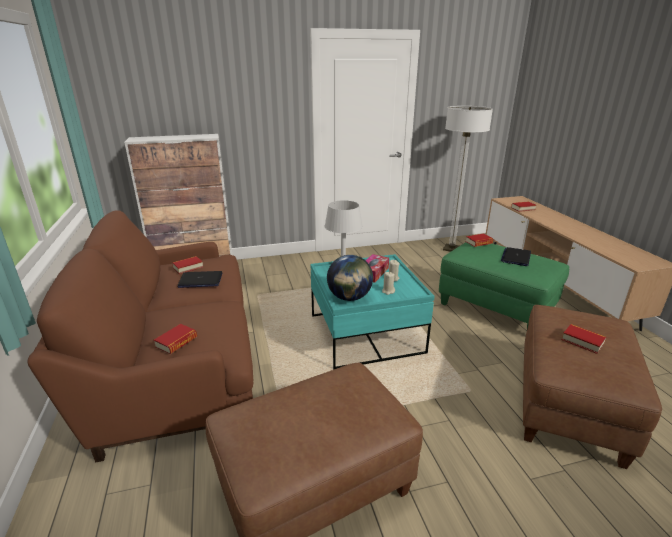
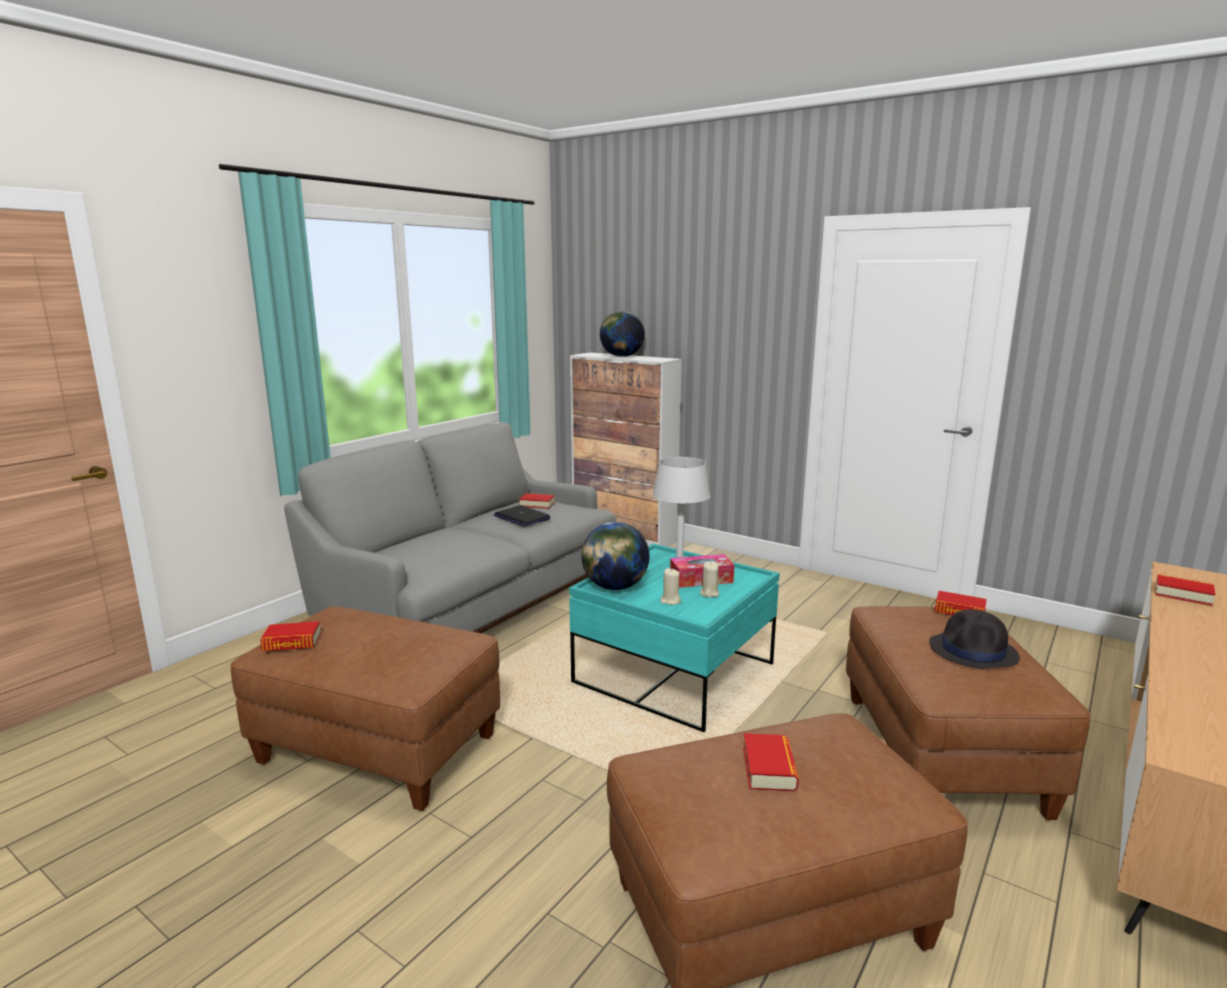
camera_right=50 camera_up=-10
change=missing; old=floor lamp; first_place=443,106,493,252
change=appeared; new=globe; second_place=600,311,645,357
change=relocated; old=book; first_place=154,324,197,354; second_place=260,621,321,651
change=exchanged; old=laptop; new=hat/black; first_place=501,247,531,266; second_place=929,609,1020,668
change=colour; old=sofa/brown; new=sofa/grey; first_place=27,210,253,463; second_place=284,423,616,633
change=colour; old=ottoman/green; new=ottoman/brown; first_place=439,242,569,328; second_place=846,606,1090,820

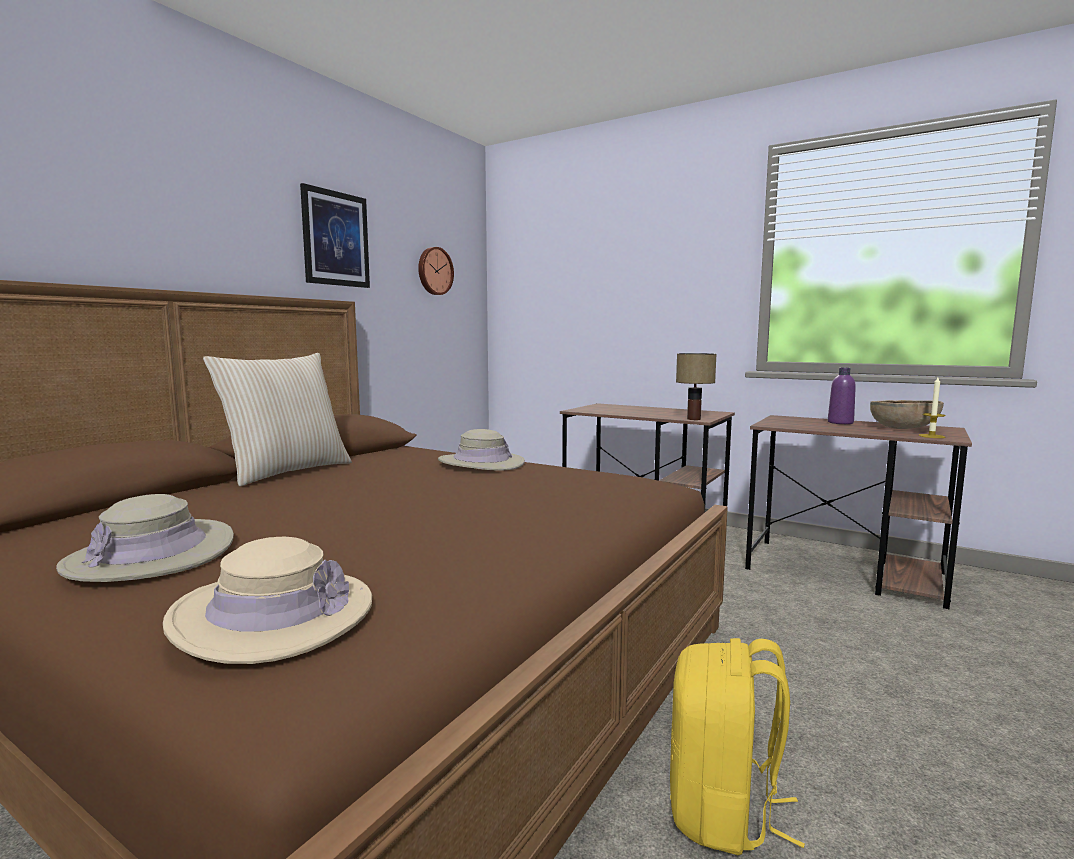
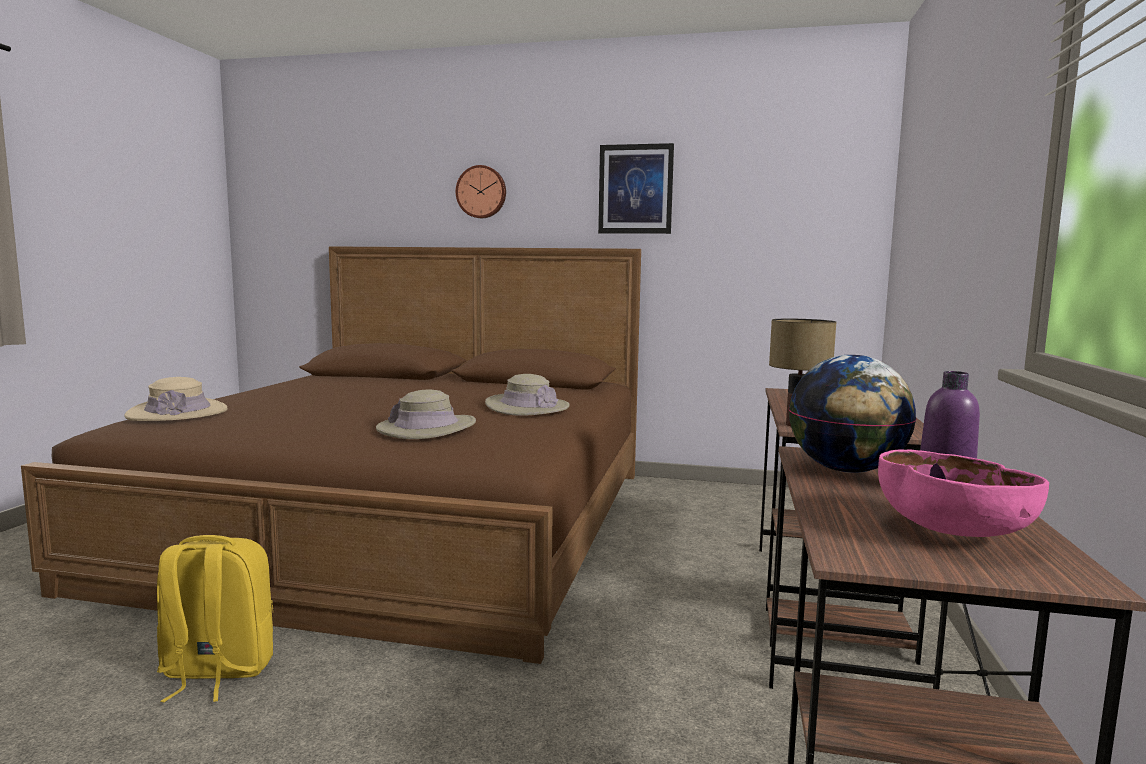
camera_right=70 camera_up=0
change=missing; old=pillow/beige; first_place=203,353,352,486
change=missing; old=candle; first_place=919,377,946,438
change=appeared; new=globe; second_place=789,355,916,473
change=relocated; old=hat/beige; first_place=56,494,234,582; second_place=376,390,476,439
change=relocated; old=wall clock; first_place=418,247,454,295; second_place=456,165,506,218
change=colour; old=bowl/brown; new=bowl/pink; first_place=870,400,944,429; second_place=878,450,1049,537

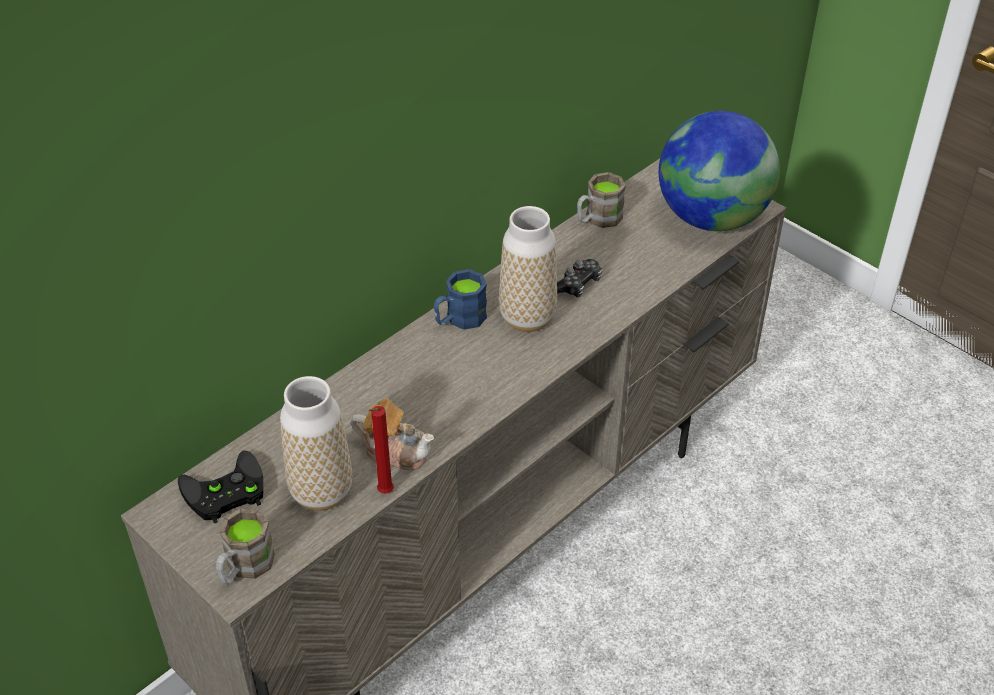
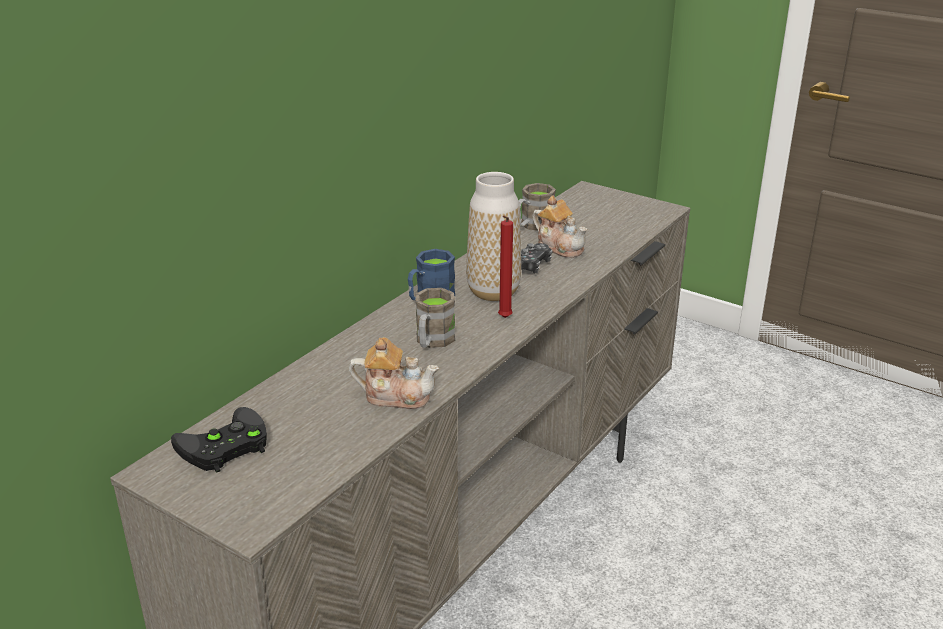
camera_right=-10 camera_up=-15
change=missing; old=vase; first_place=280,376,352,511
change=missing; old=globe; first_place=659,111,780,231
change=appeared; new=teapot; second_place=532,196,587,258
change=relocated; old=mug/brown; first_place=216,509,275,584; second_place=415,288,455,348
change=relocated; old=candle/red; first_place=369,406,394,494; second_place=498,216,513,318

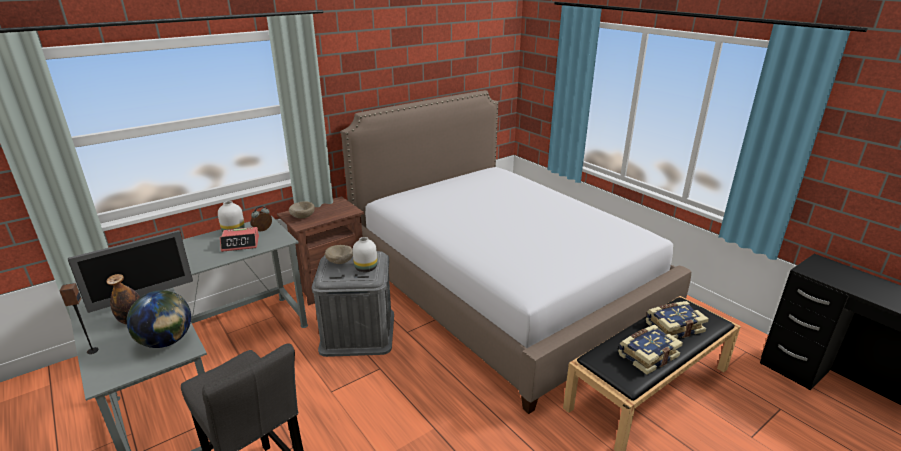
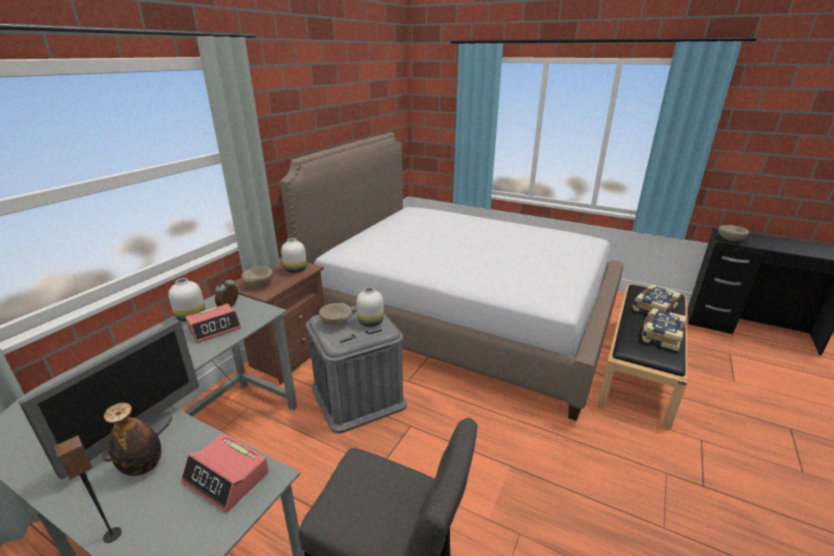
camera_right=-25 camera_up=0
change=appeared; new=vase/white; second_place=281,238,307,273
change=appeared; new=bowl/beige; second_place=718,225,749,241
change=exchanged; old=globe; new=alarm clock; first_place=127,290,191,348; second_place=181,433,269,512

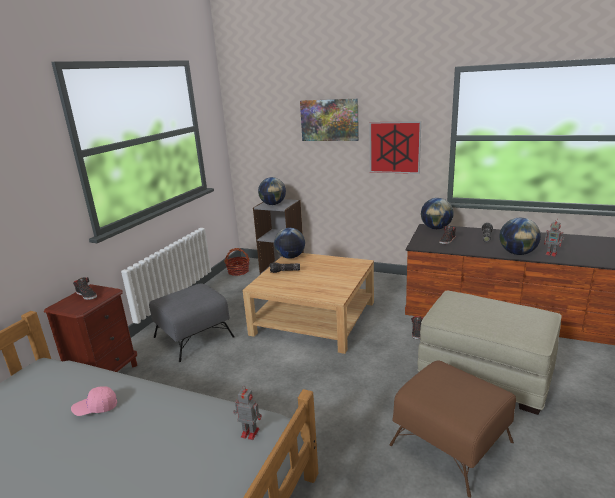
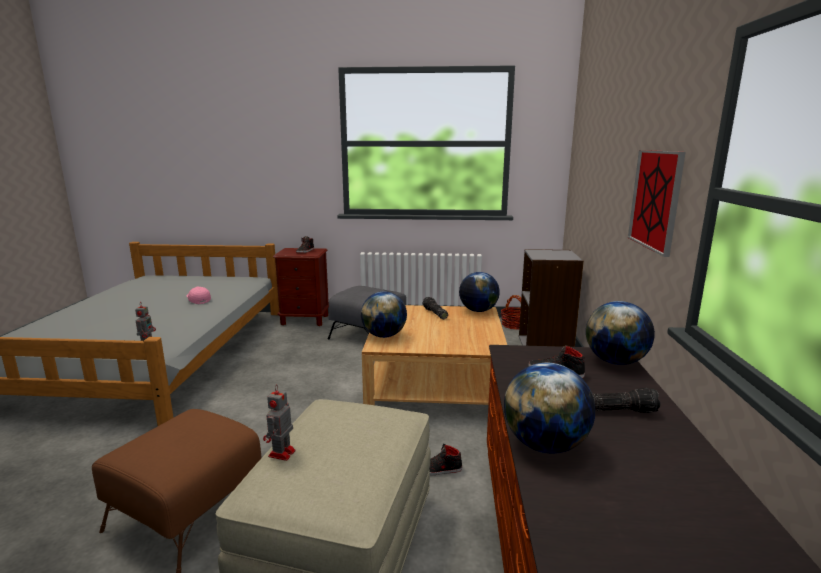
camera_right=70 camera_up=-5
change=missing; old=picture; first_place=300,99,359,141
change=relocated; old=globe; first_place=258,177,286,205; second_place=361,291,407,338
change=relocated; old=toy robot; first_place=544,218,564,256; second_place=263,385,296,461

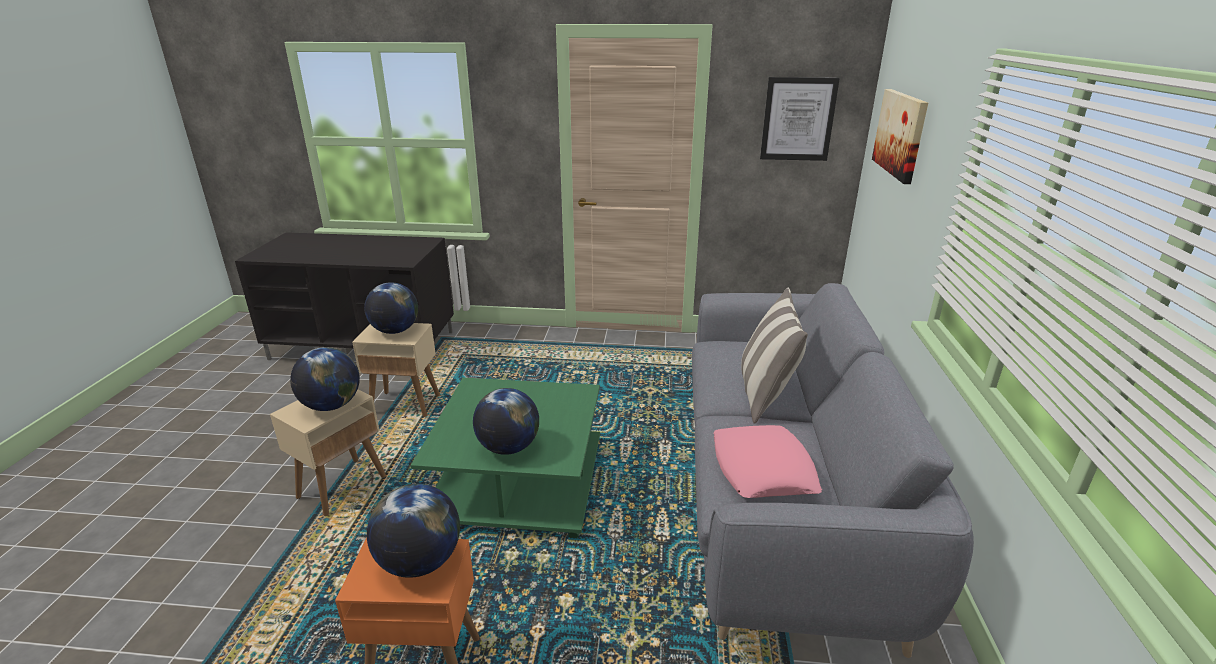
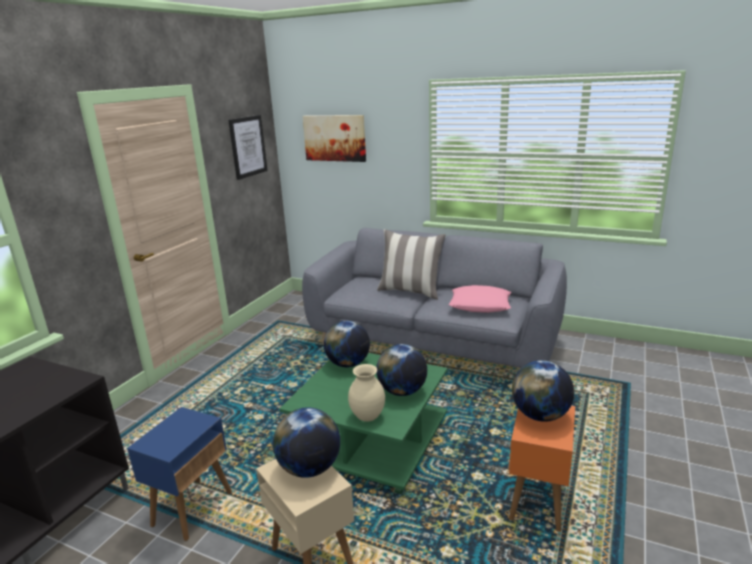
camera_right=-70 camera_up=-5
change=appeared; new=vase/beige; second_place=348,364,385,422
change=relocated; old=globe; first_place=364,282,418,334; second_place=324,321,370,367
change=colour; old=side table/beige; new=side table/blue; first_place=352,323,440,417; second_place=127,407,232,541

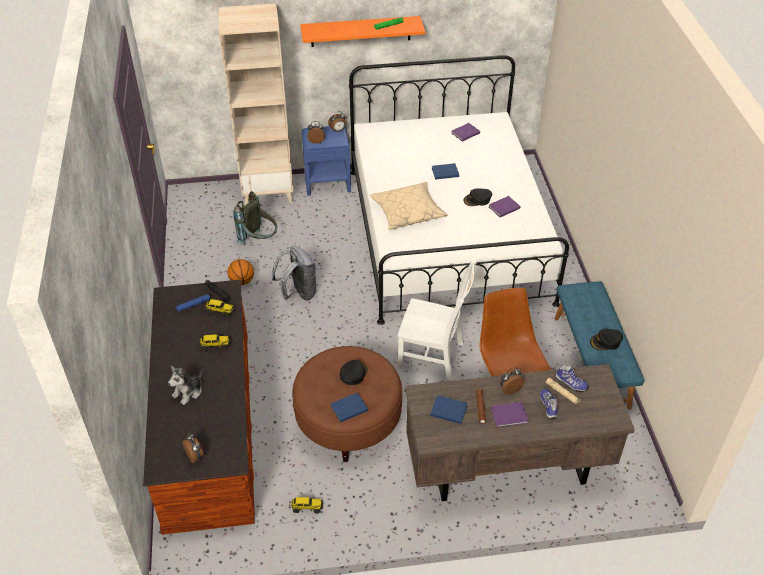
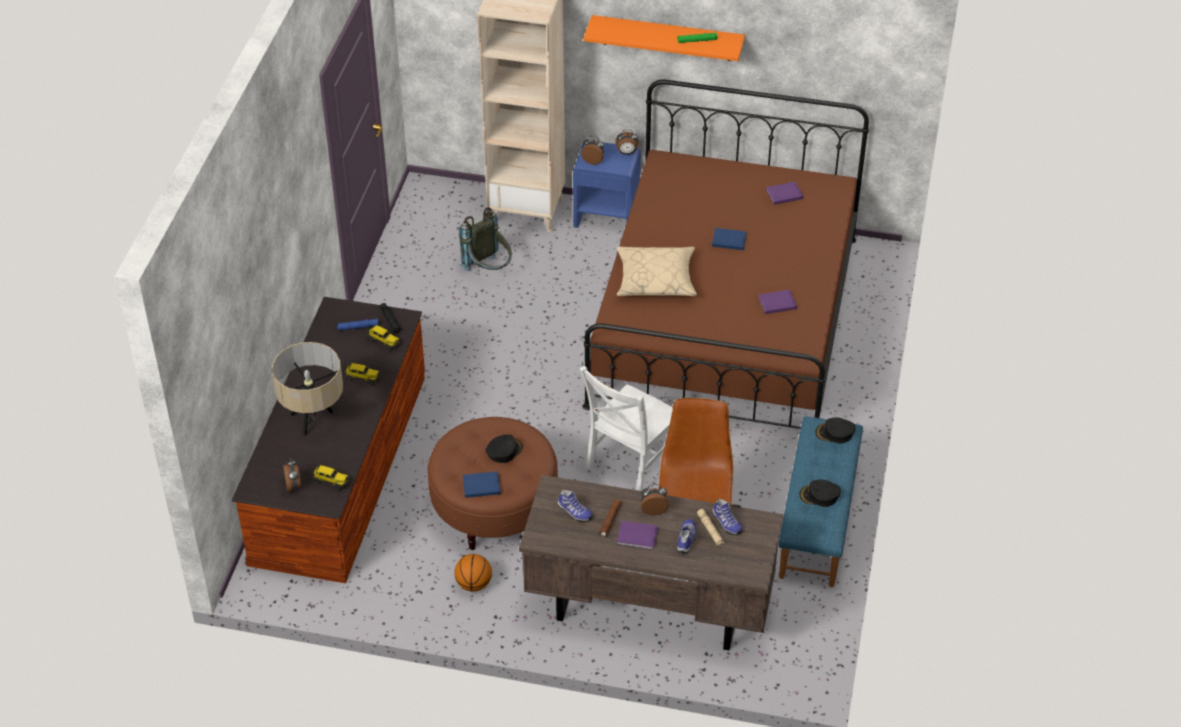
camera_right=20 camera_up=0
change=missing; old=backpack/grey; first_place=272,245,317,301
change=relocated; old=basketball; first_place=228,259,254,285; second_place=454,554,492,592
change=relocated; old=toy truck; first_place=289,497,323,513; second_place=311,465,350,490
change=relocated; old=cap/black; first_place=464,188,492,206; second_place=815,417,856,443
change=exchanged; old=plush toy; new=table lamp/beige; first_place=168,366,202,405; second_place=272,342,343,436
change=exchanged; old=book/blue; new=shoe; first_place=430,395,468,424; second_place=557,490,593,522
change=colour; old=bed/white; new=bed/brown; first_place=349,55,569,325; second_place=582,80,869,429
change=spun; old=chair/white; first_place=397,260,477,381; second_place=580,366,673,491; degrees=90

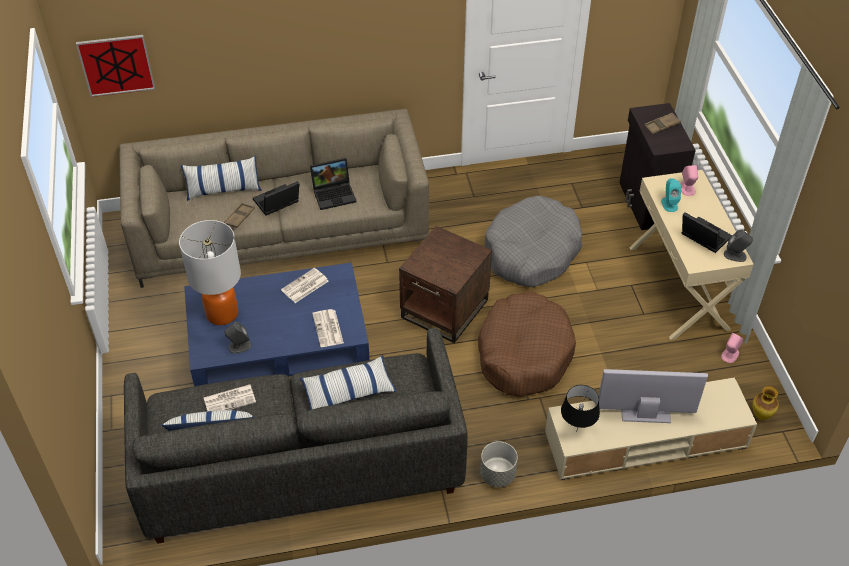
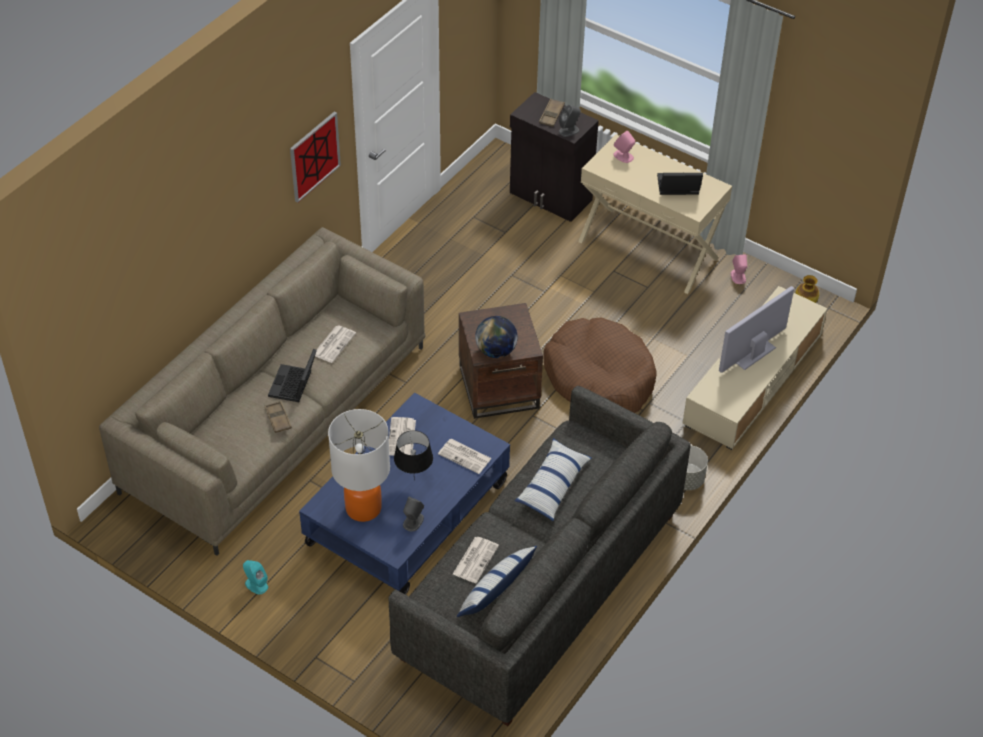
camera_right=-45 camera_up=0
change=missing; old=pillow; first_place=181,156,261,201
change=missing; old=dog bed/grey; first_place=485,196,582,287
change=appeared; new=globe; second_place=475,316,518,358
change=relocated; old=picture; first_place=76,35,155,97; second_place=290,112,341,203
change=relocated; old=table lamp/black; first_place=561,385,600,429; second_place=394,430,433,480
change=relocated; old=speaker/turquoise; first_place=661,178,681,212; second_place=243,560,268,594
change=relocated; old=speaker/grey; first_place=724,230,753,262; second_place=559,105,581,137
change=exchanged; old=laptop; new=newspaper; first_place=310,158,356,210; second_place=315,325,356,363

